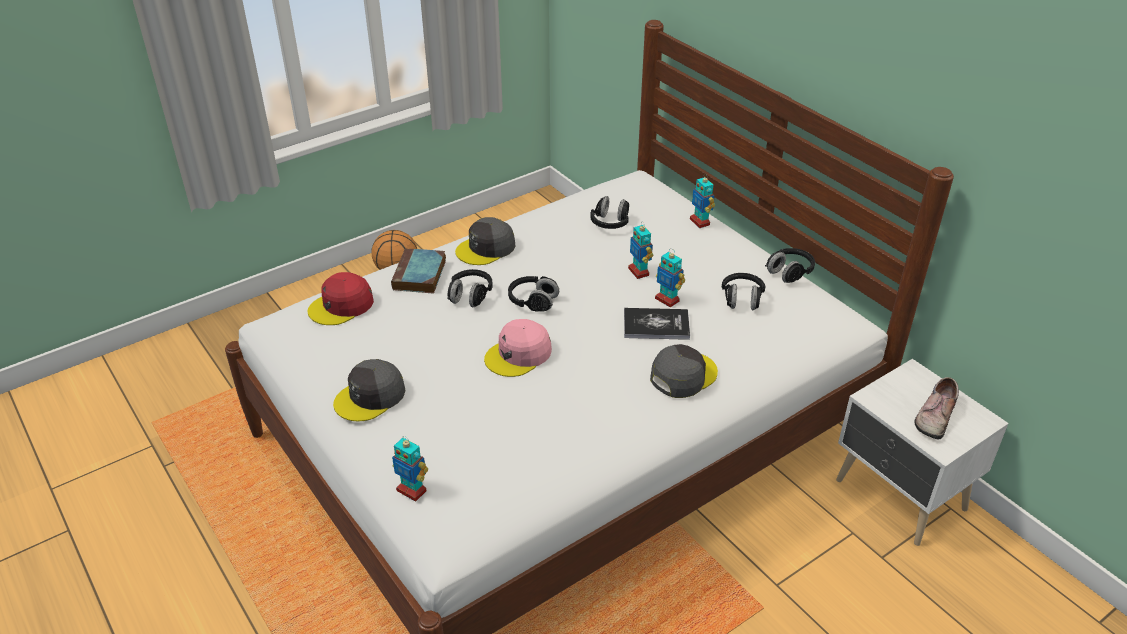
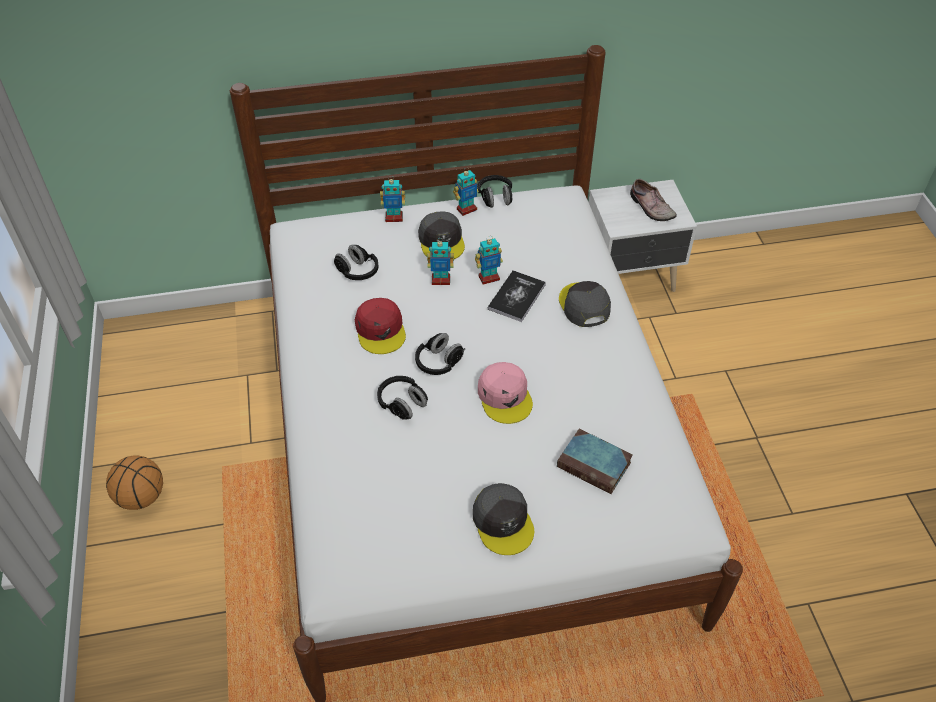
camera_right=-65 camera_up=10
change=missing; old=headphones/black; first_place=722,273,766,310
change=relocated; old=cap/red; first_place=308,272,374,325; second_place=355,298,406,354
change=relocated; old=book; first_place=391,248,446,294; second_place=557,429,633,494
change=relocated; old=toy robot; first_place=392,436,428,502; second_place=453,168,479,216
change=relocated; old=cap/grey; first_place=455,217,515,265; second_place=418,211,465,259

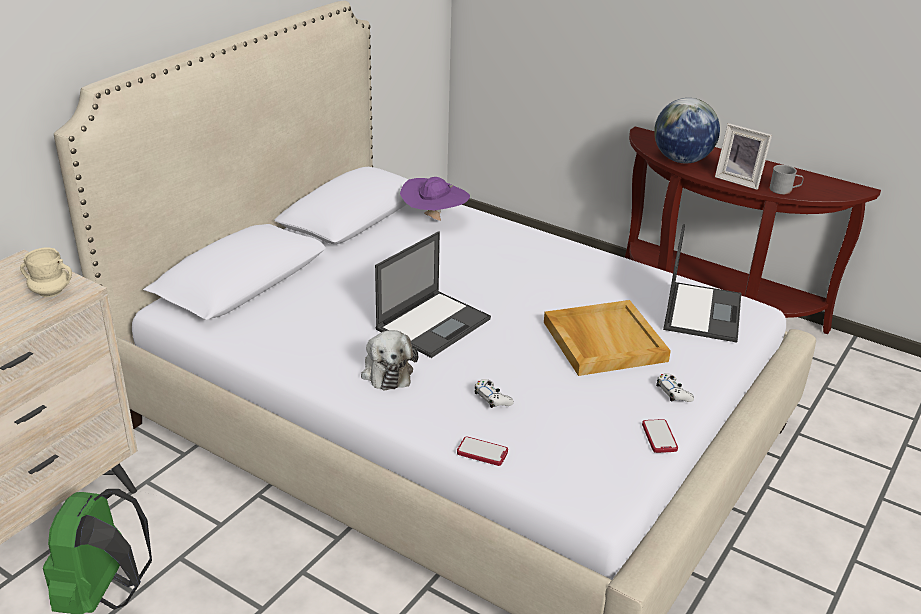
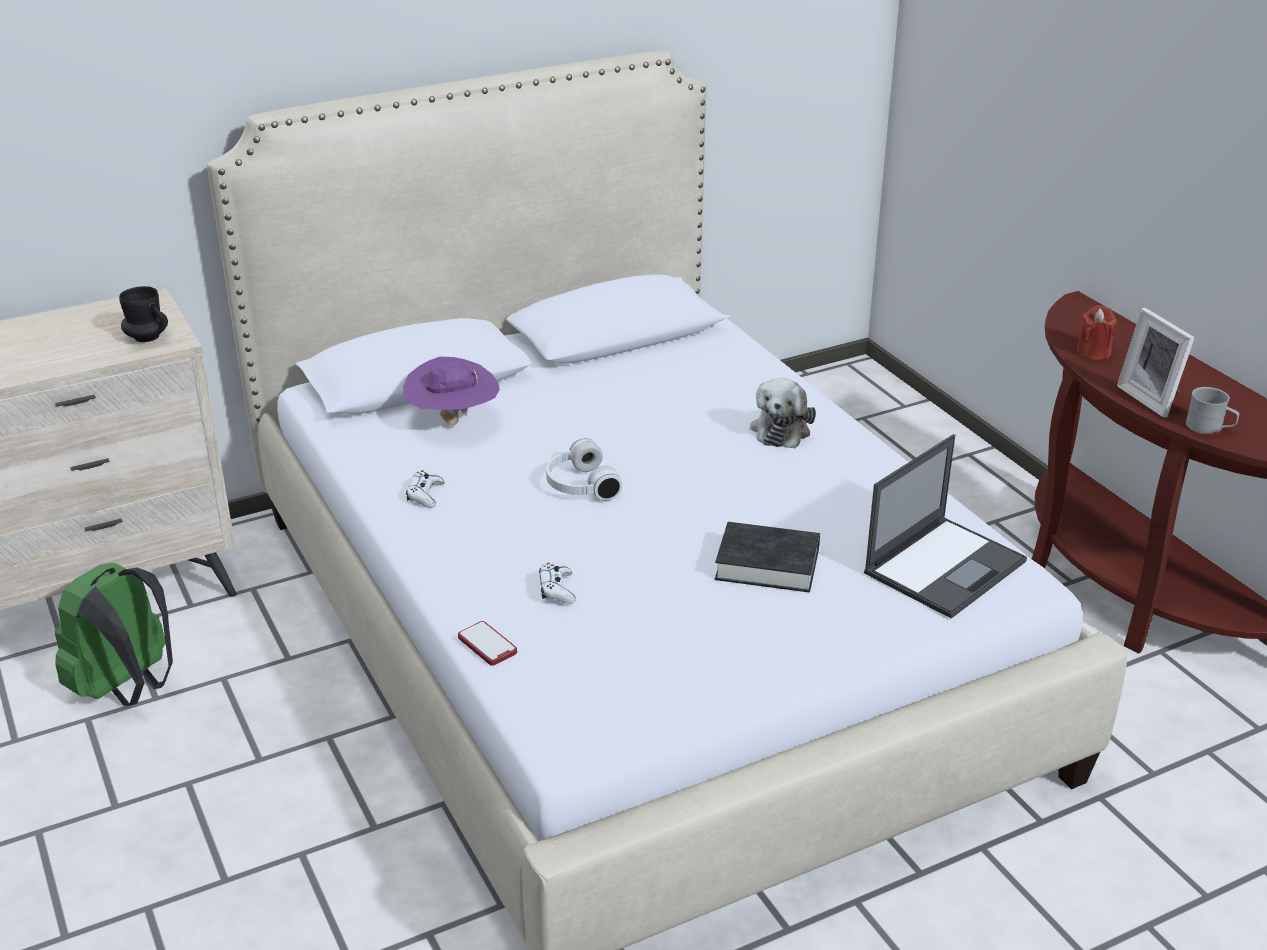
camera_right=30 camera_up=0
change=missing; old=phone; first_place=642,419,678,453
change=relocated; old=plush toy; first_place=361,330,418,390; second_place=750,378,816,448
change=relocated; old=hat/purple; first_place=400,177,470,221; second_place=403,357,500,426
change=relocated; old=game controller/white; first_place=656,373,694,402; second_place=406,470,444,508
change=exchanged; old=laptop; new=headphones/white; first_place=375,231,491,358; second_place=546,438,622,501
change=exchanged; old=tray/beige; new=book/black; first_place=544,300,671,376; second_place=715,522,820,592
change=exchanged; old=globe; new=candle/red; first_place=654,98,720,163; second_place=1077,306,1117,360
change=colour; old=mug/beige; new=mug/black; first_place=20,247,72,297; second_place=119,286,168,342

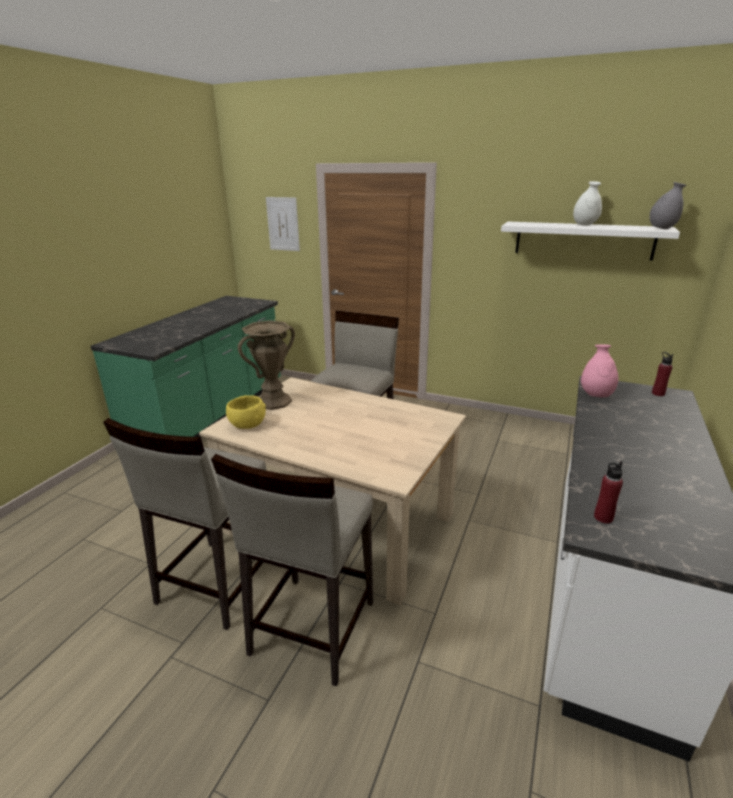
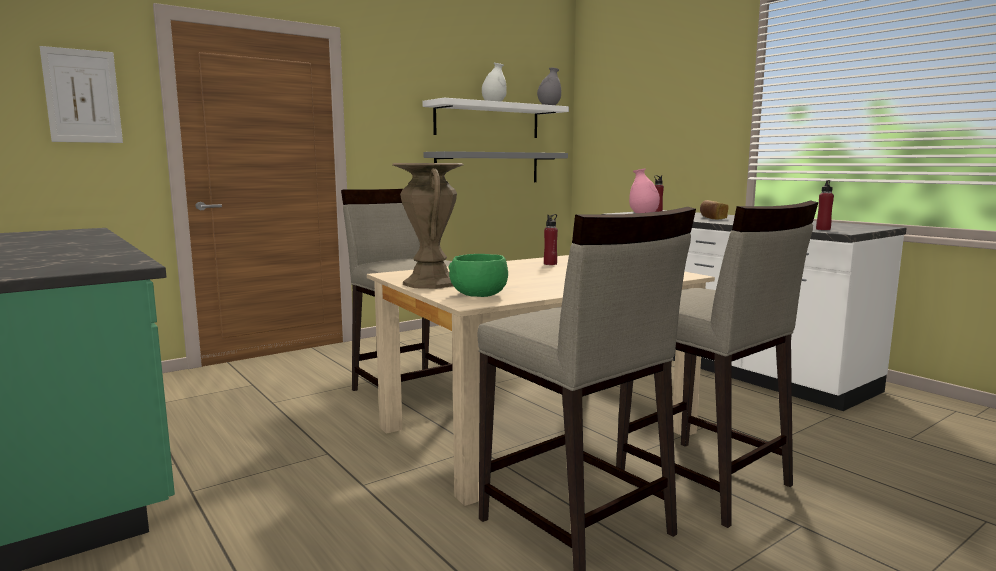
camera_right=-60 camera_up=-15
change=appeared; new=shelf/grey; second_place=424,151,568,182
change=appeared; new=bottle/red; second_place=544,214,558,265
change=appeared; new=bread; second_place=700,200,729,219
change=colour; old=bowl/yellow; new=bowl/green; first_place=226,395,266,429; second_place=448,254,508,297

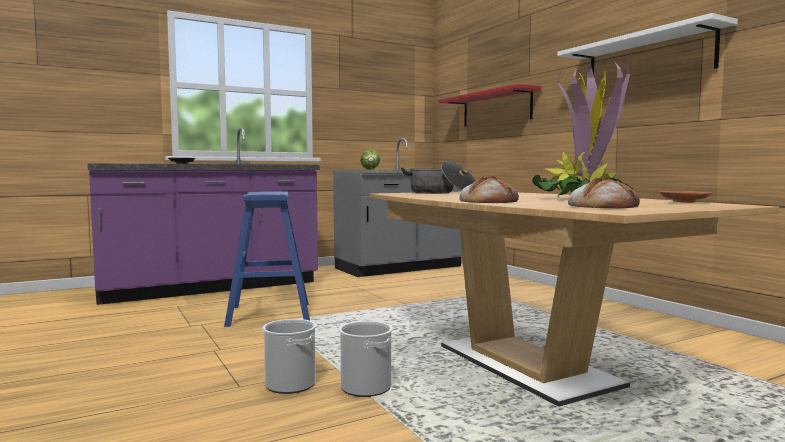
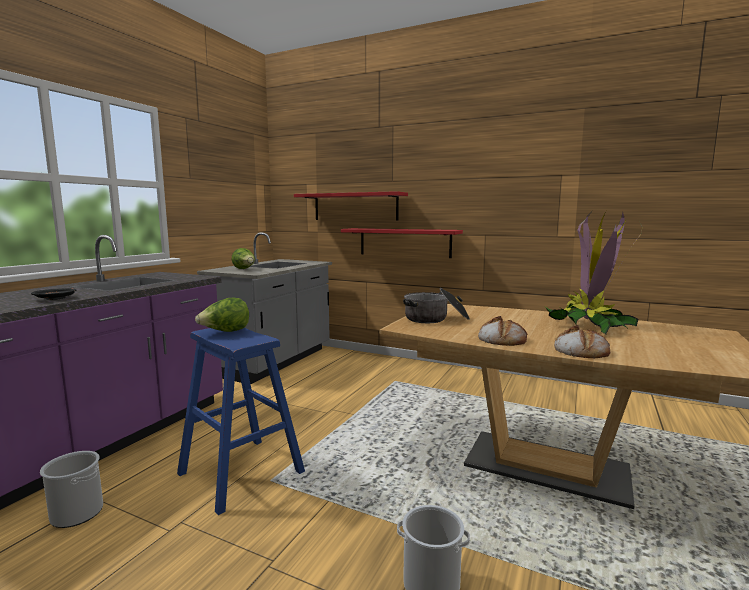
camera_right=-35 camera_up=5
change=missing; old=shelf/white; first_place=557,13,738,74
change=missing; old=plate/brown; first_place=659,191,712,203
change=appeared; new=lettuce; second_place=195,298,249,332
change=appeared; new=shelf/red; second_place=341,228,463,258
change=relocated; old=bucket; first_place=339,321,393,397; second_place=40,451,103,528
change=relocated; old=bread; first_place=568,176,640,209; second_place=478,316,527,346

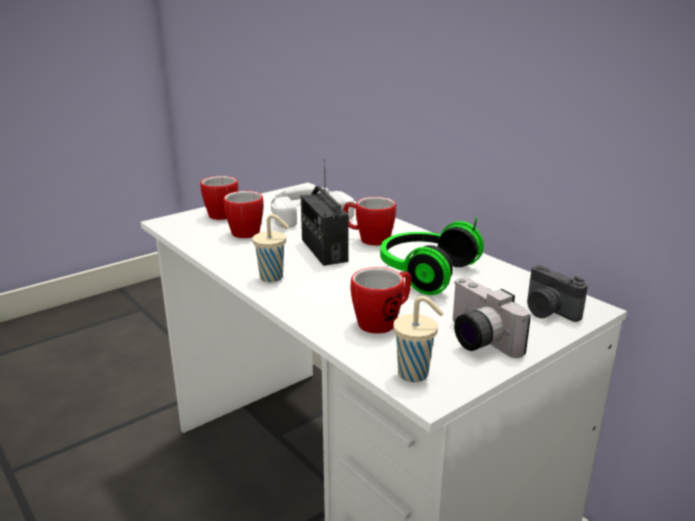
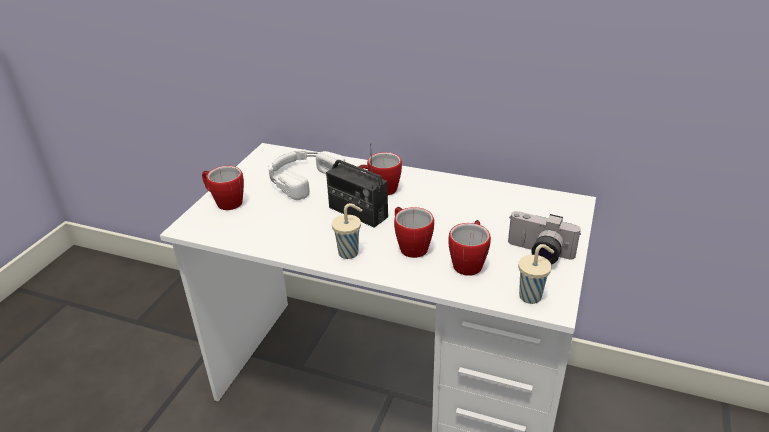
camera_right=-30 camera_up=10
change=missing; old=headphones; first_place=380,217,484,295
change=missing; old=photo camera; first_place=527,265,588,322
change=relocated; old=mug; first_place=223,190,264,238; second_place=394,207,434,258

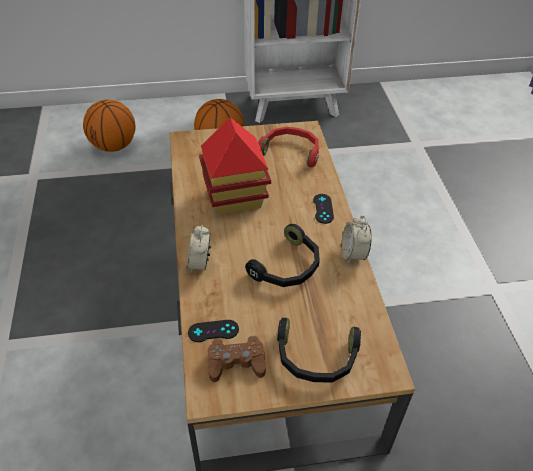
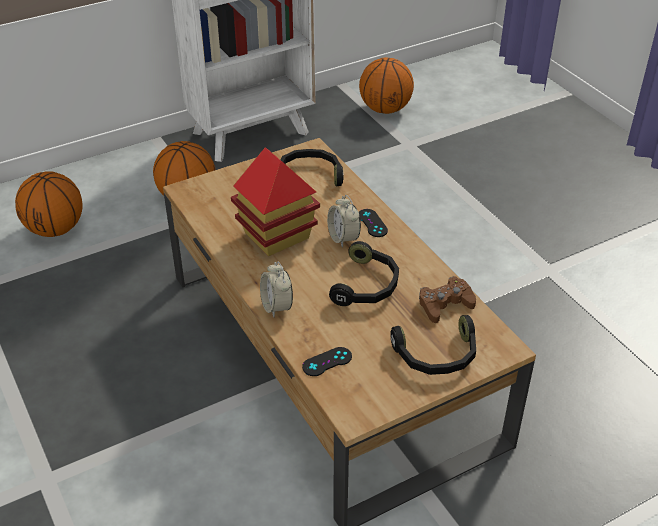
camera_right=-20 camera_up=-5
change=appeared; new=basketball; second_place=359,57,414,114
change=relocated; old=game controller/brown; first_place=207,336,266,382; second_place=419,276,476,323
change=relocated; old=alarm clock; first_place=342,215,372,264; second_place=327,195,361,248
change=colour; old=headphones/red; new=headphones/black; first_place=258,127,319,168; second_place=281,149,343,186

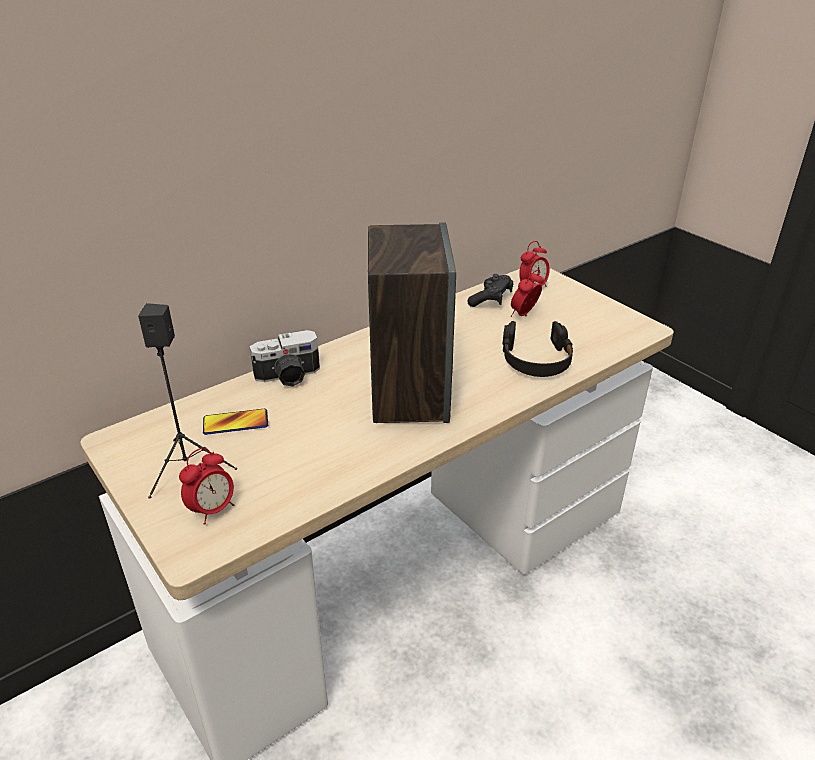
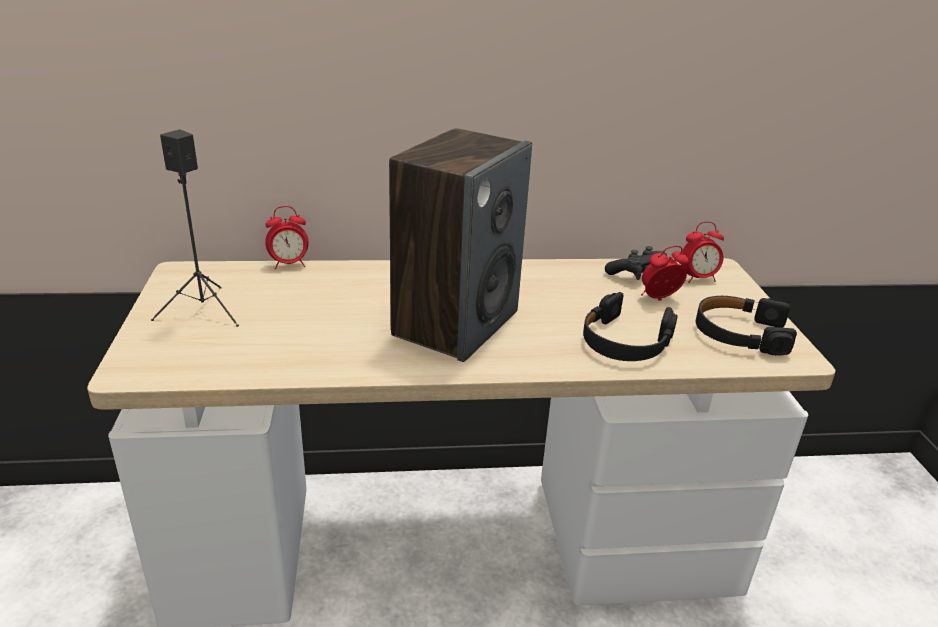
camera_right=30 camera_up=-5
change=missing; old=phone; first_place=203,409,268,435
change=missing; old=photo camera; first_place=250,330,320,387
change=appeared; new=headphones/black; second_place=696,296,797,356
change=relocated; old=alarm clock; first_place=179,448,234,525; second_place=265,206,309,270

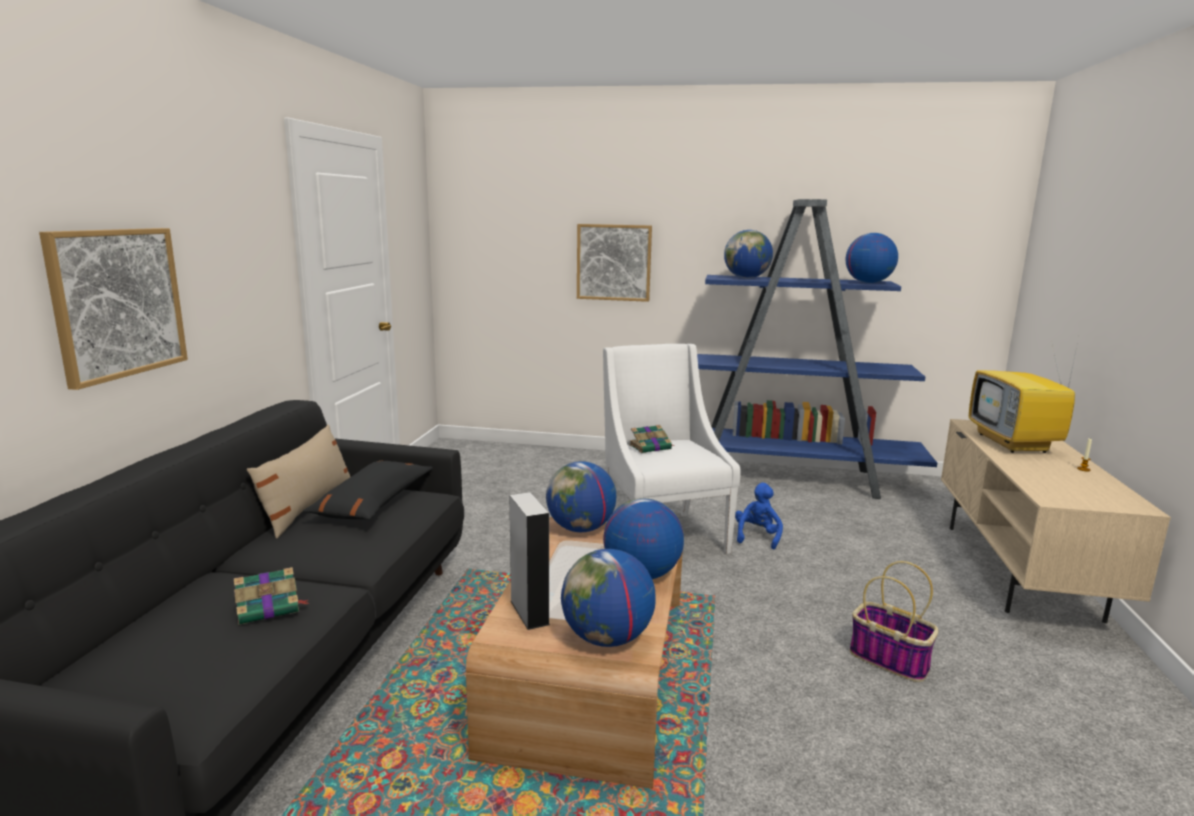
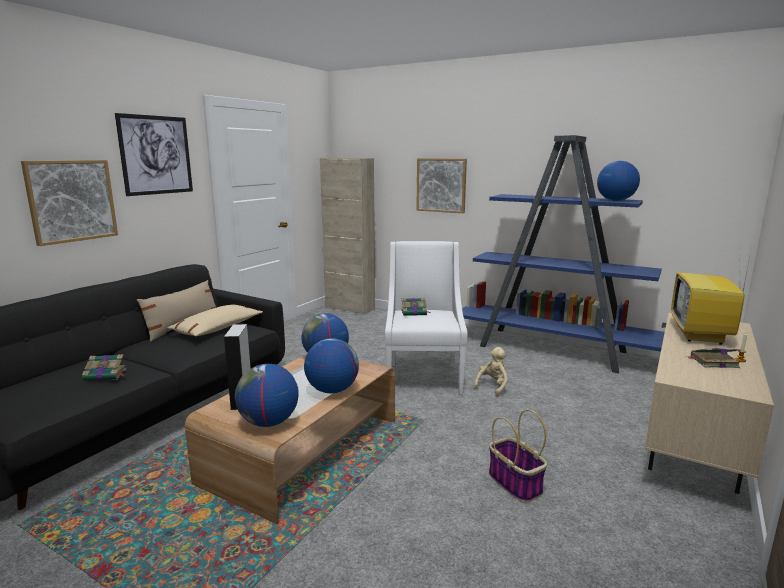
camera_right=20 camera_up=0
change=missing; old=globe; first_place=724,230,773,279
change=appeared; new=picture; second_place=115,113,193,196
change=appeared; new=cabinet/beige; second_place=320,158,375,315
change=appeared; new=book; second_place=689,348,741,368
change=colour; old=pillow/black; new=pillow/beige; first_place=303,461,433,520; second_place=167,305,263,337
change=colour; old=plush toy/blue; new=plush toy/beige; first_place=735,483,783,550; second_place=473,347,508,397

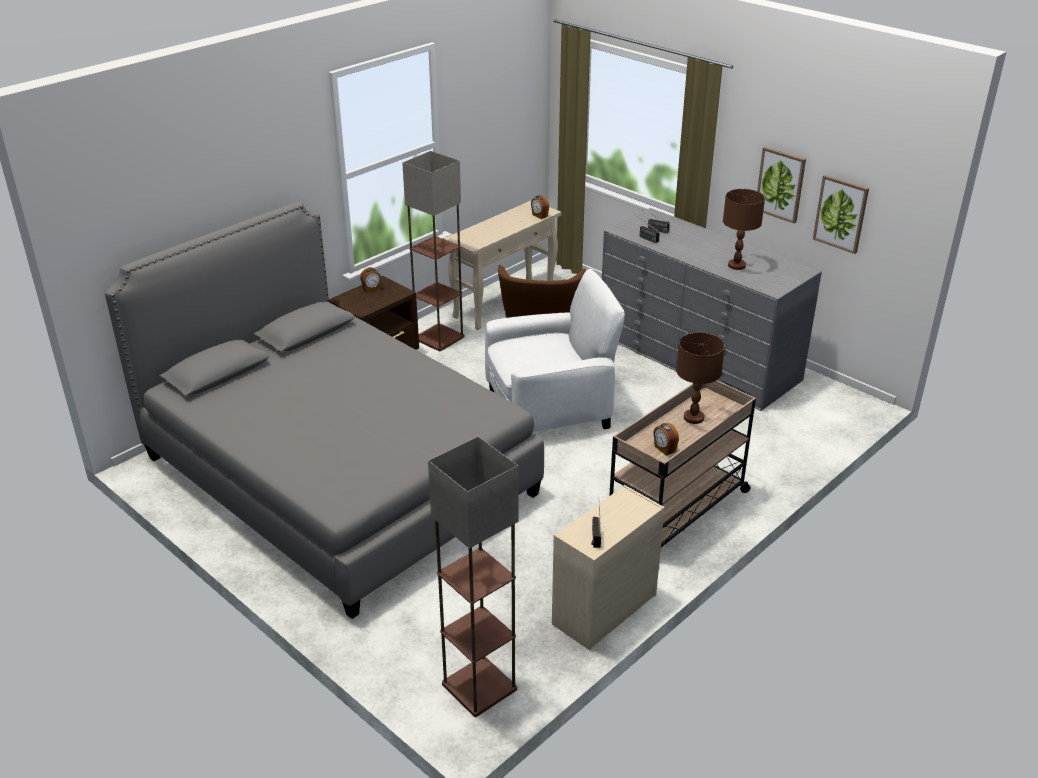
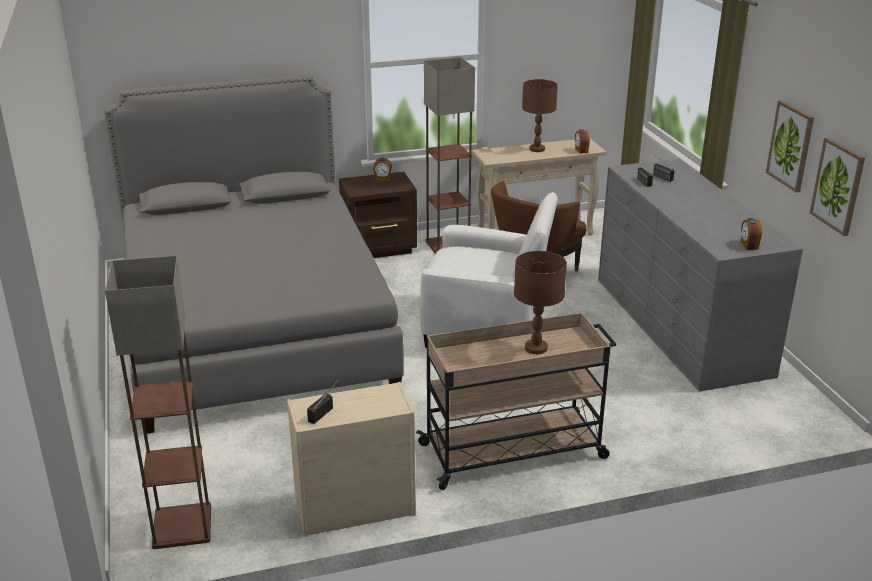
camera_right=30 camera_up=-5
change=relocated; old=alarm clock; first_place=654,423,679,456; second_place=741,218,762,250
change=relocated; old=table lamp/brown; first_place=723,189,765,270; second_place=522,79,558,152

